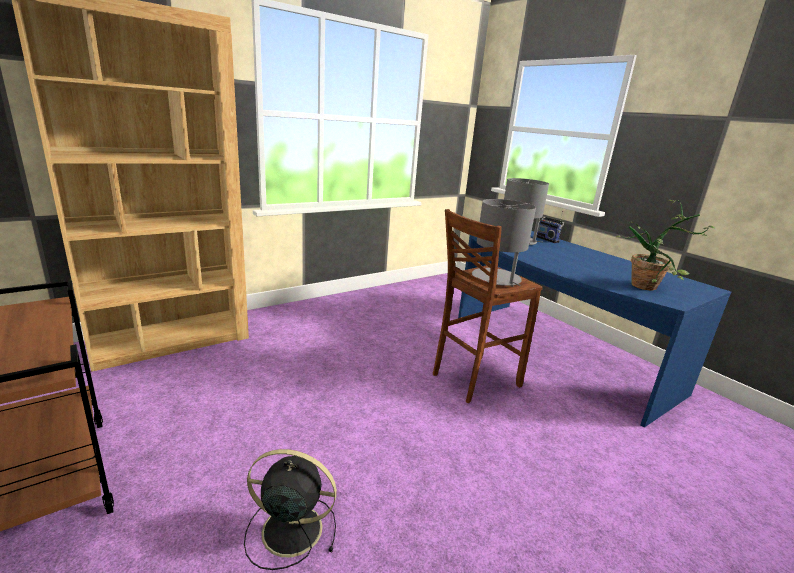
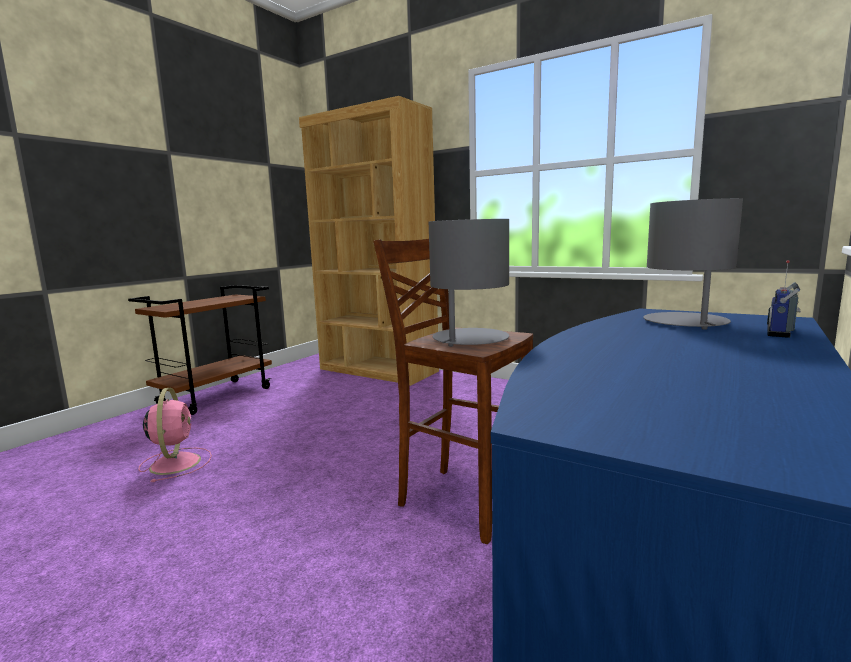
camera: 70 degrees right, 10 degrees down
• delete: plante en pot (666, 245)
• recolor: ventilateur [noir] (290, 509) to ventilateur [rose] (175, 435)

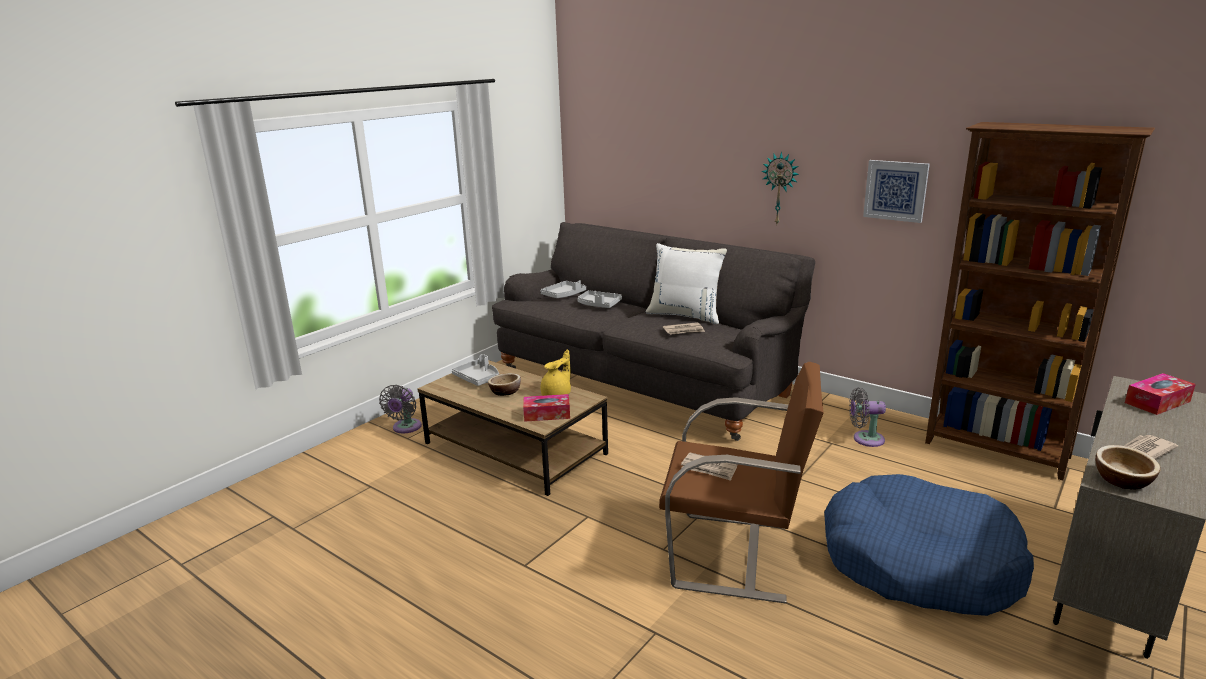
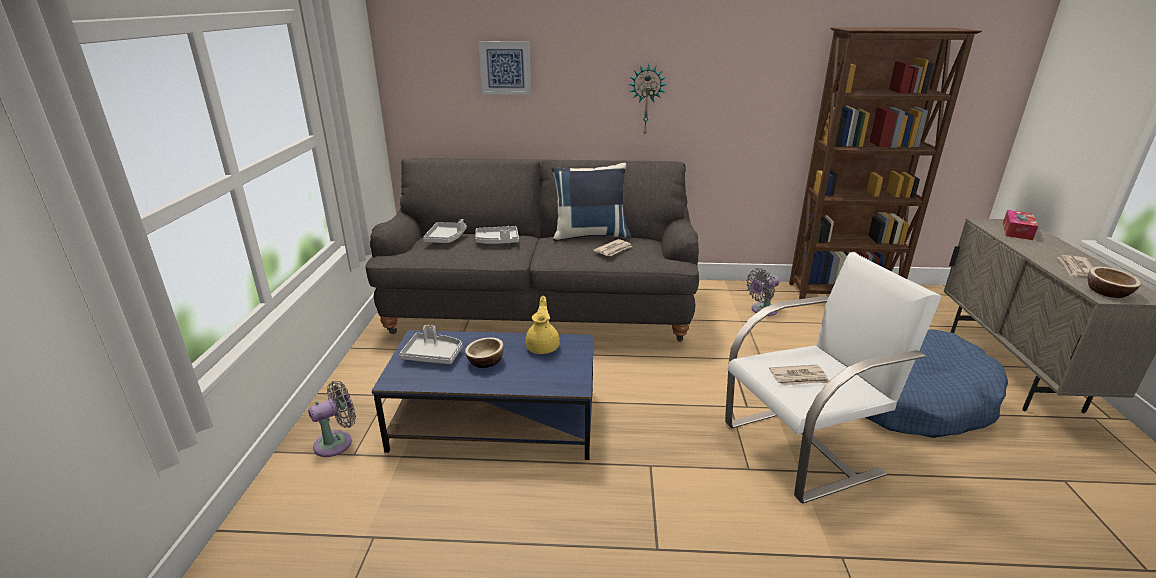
camera: 35 degrees left, 5 degrees up
• delete: boîte à mouchoirs (546, 408)
• move: tableau (896, 191) to (504, 68)
• recolor: table basse [marron] (512, 428) to table basse [bleu] (483, 395)
• recolor: coussin [blanc] (686, 283) to coussin [bleu] (591, 202)
• recolor: fauteuil [marron] (741, 482) to fauteuil [blanc] (833, 377)
• rotate: ventilateur [gris] (400, 409) = (332, 419) 105 degrees counterclockwise

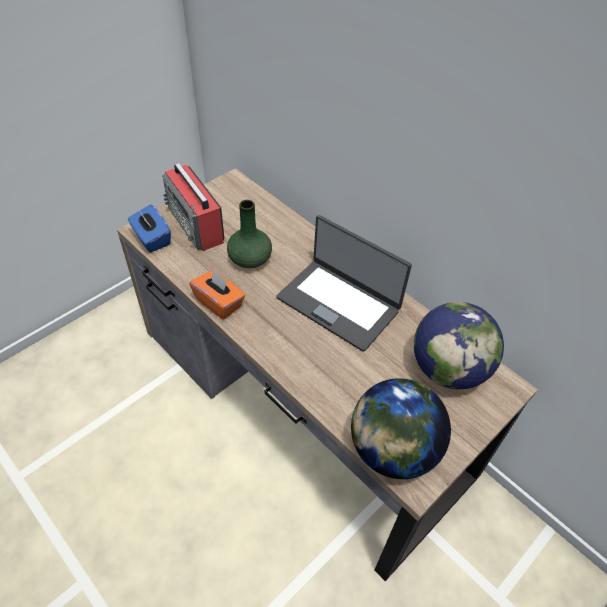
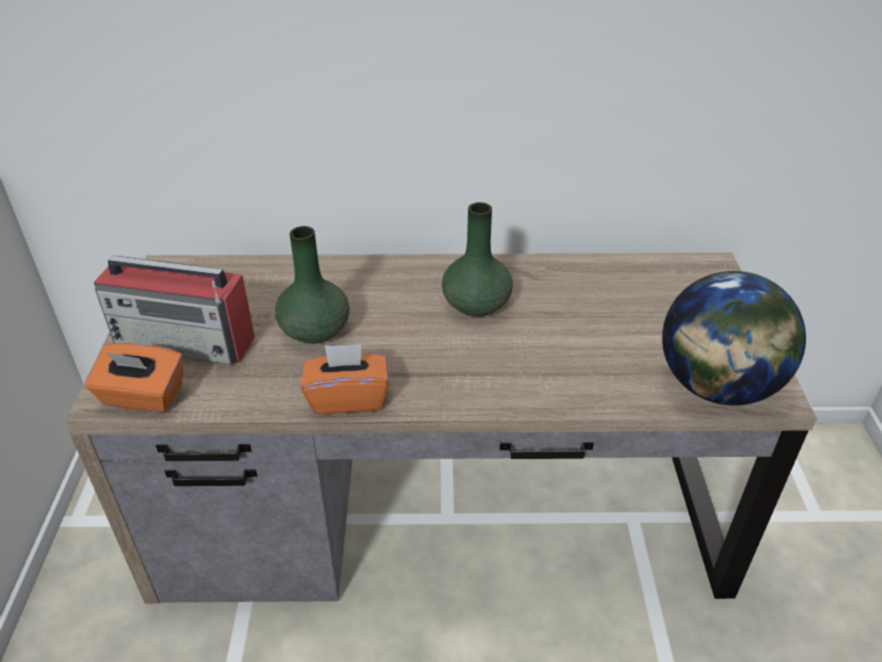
camera: 45 degrees left, 10 degrees down
• delete: globe (459, 345)
• replace: ordinateur portable (344, 283) to vase [vert] (477, 259)
• recolor: boîte à mouchoirs [bleu] (149, 229) to boîte à mouchoirs [orange] (134, 378)

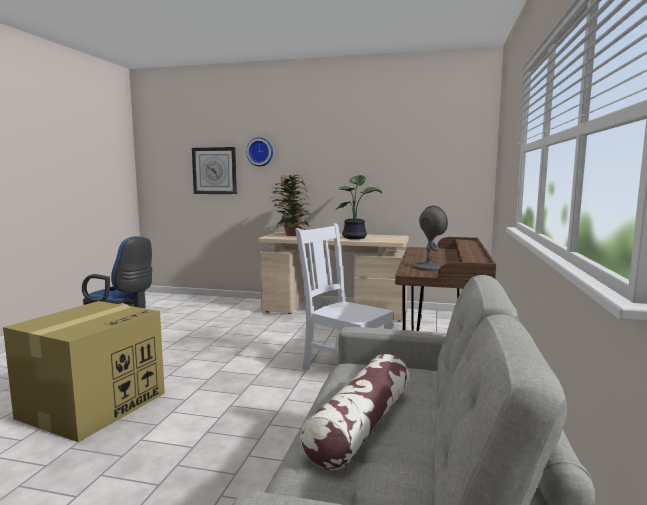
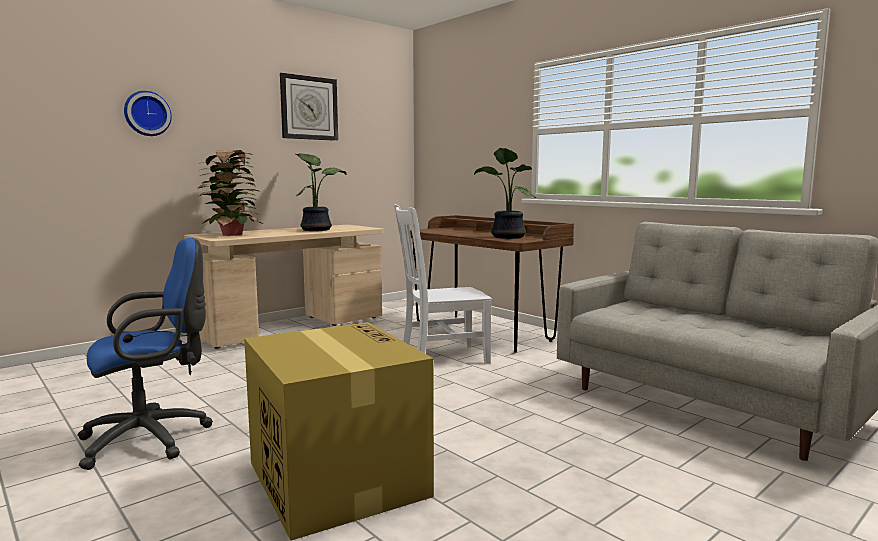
camera: 55 degrees left, 0 degrees up
• delete: coussin (354, 412)
• move: horloge murale (214, 170) to (309, 107)
• replace: lampe de table [gris] (430, 238) to plante en pot (505, 193)

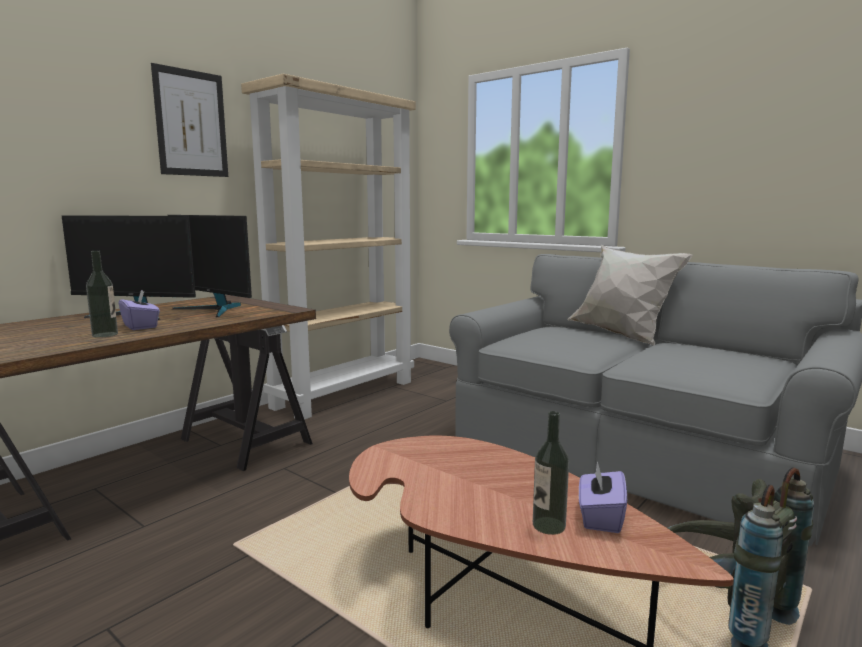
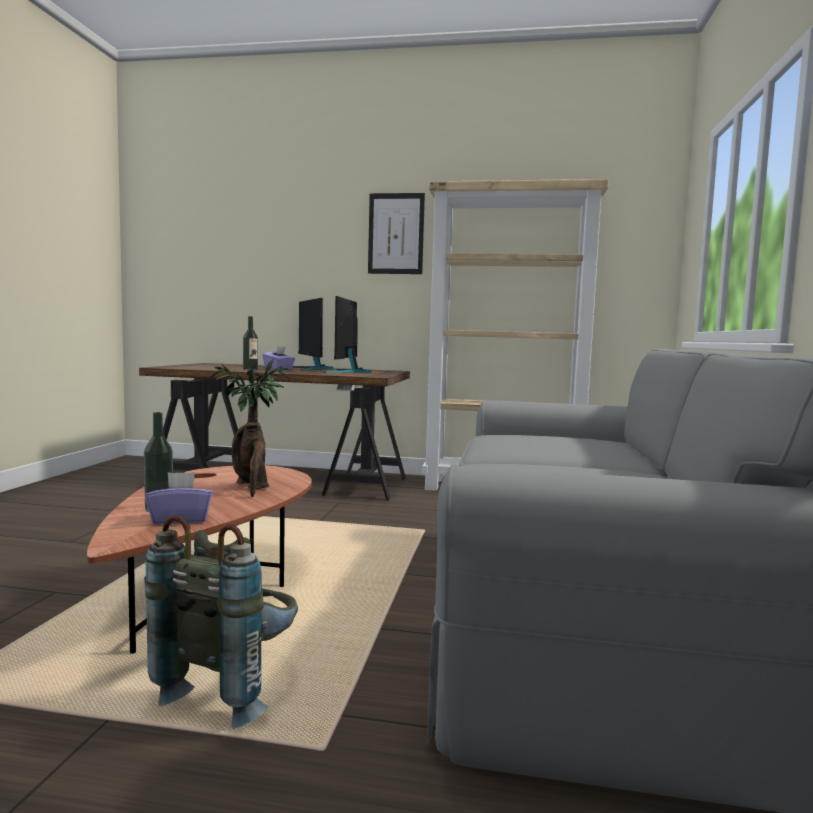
camera: 60 degrees right, 5 degrees down
• delete: coussin [blanc] (630, 294)
• insert: plante en pot (248, 427)

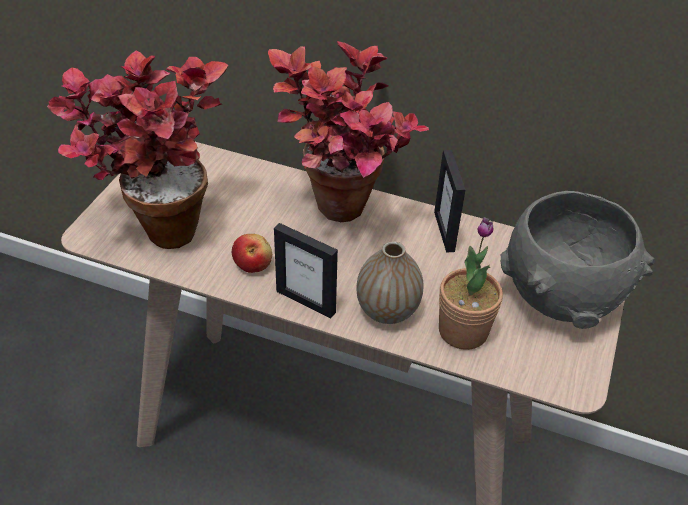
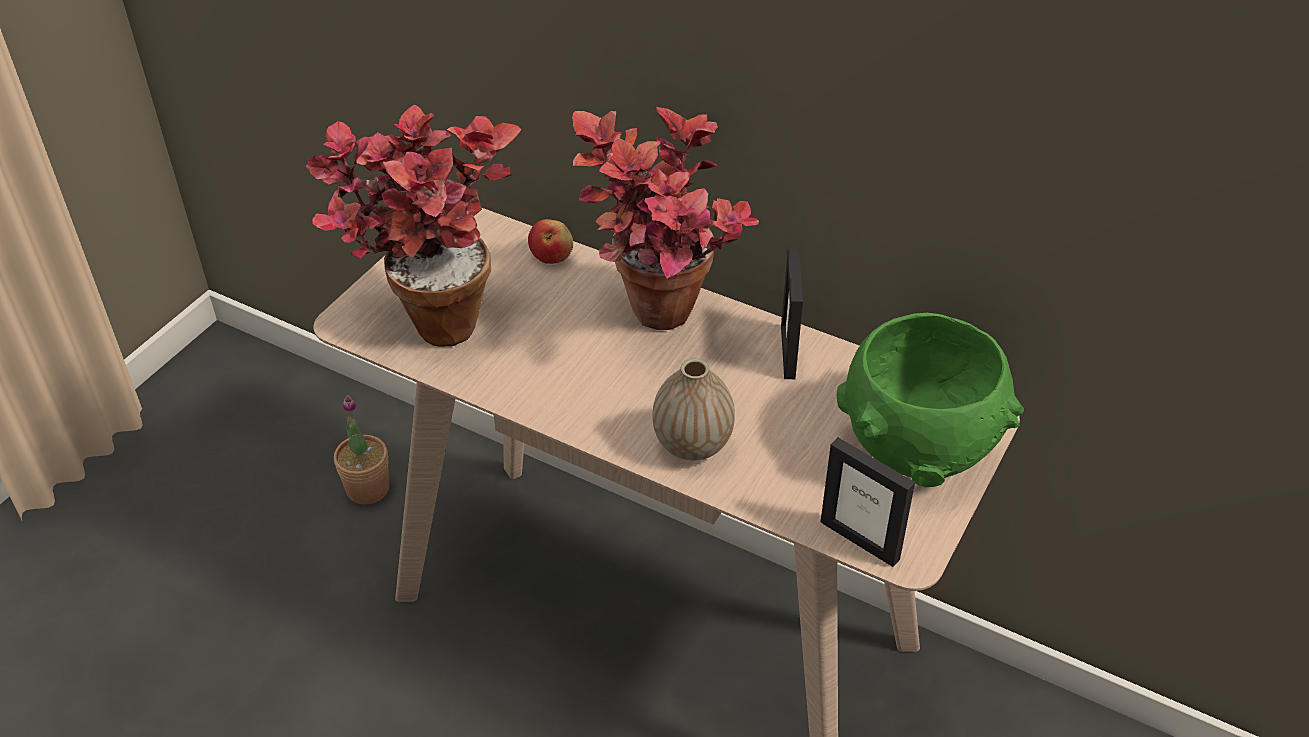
camera: 10 degrees right, 0 degrees up
• move: pomme (252, 253) to (550, 241)
• move: cadre photo (306, 270) to (867, 502)
• move: plante en pot (471, 283) to (362, 450)
• recolor: bol [gris] (578, 260) to bol [vert] (930, 400)

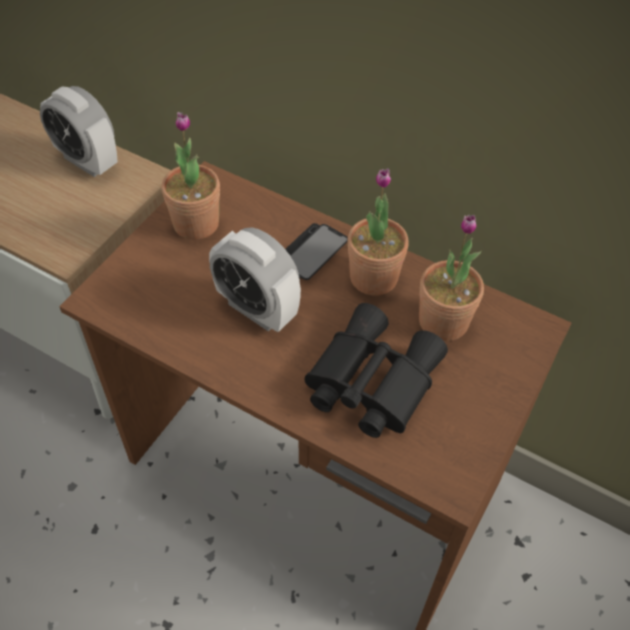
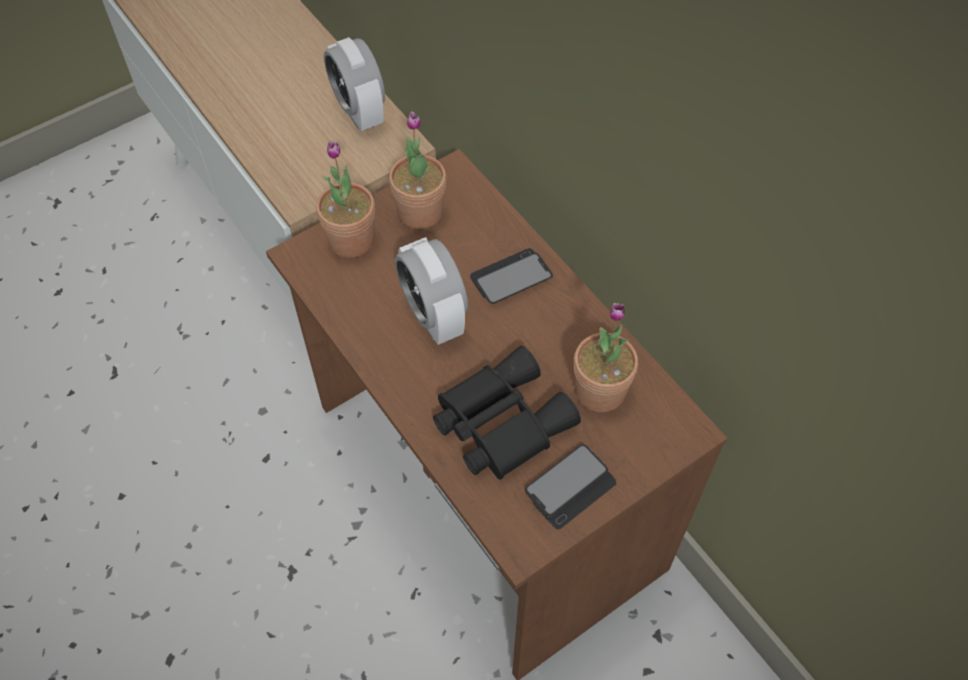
camera: 25 degrees right, 5 degrees up
• insert: téléphone (570, 487)
• move: plante en pot (378, 232) to (345, 199)

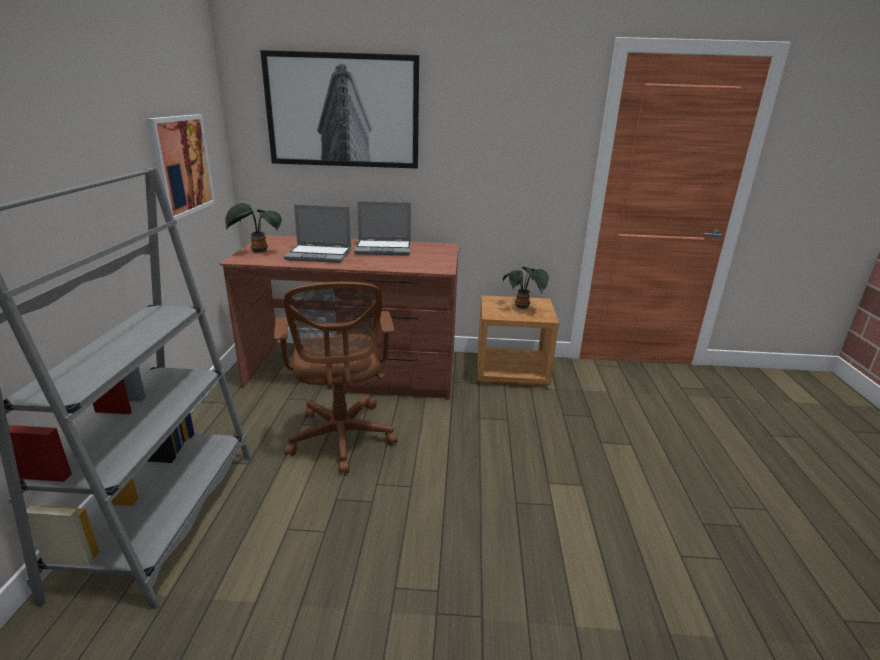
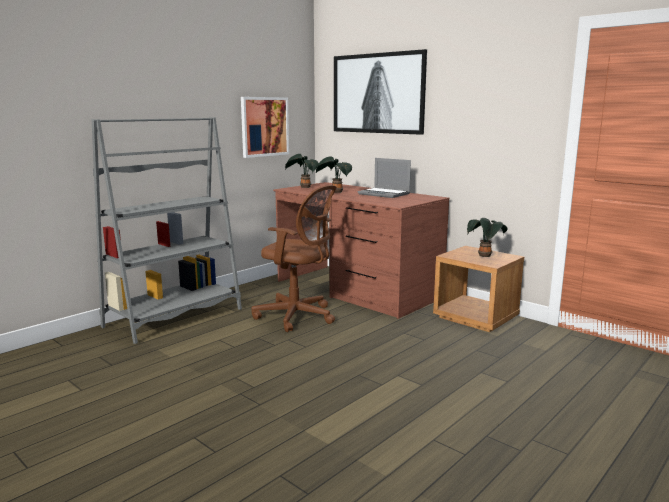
camera: 40 degrees right, 10 degrees down
• replace: ordinateur portable (317, 234) to plante en pot (333, 174)
• rotate: chaise de bureau [marron] (336, 378) = (294, 258) 90 degrees counterclockwise

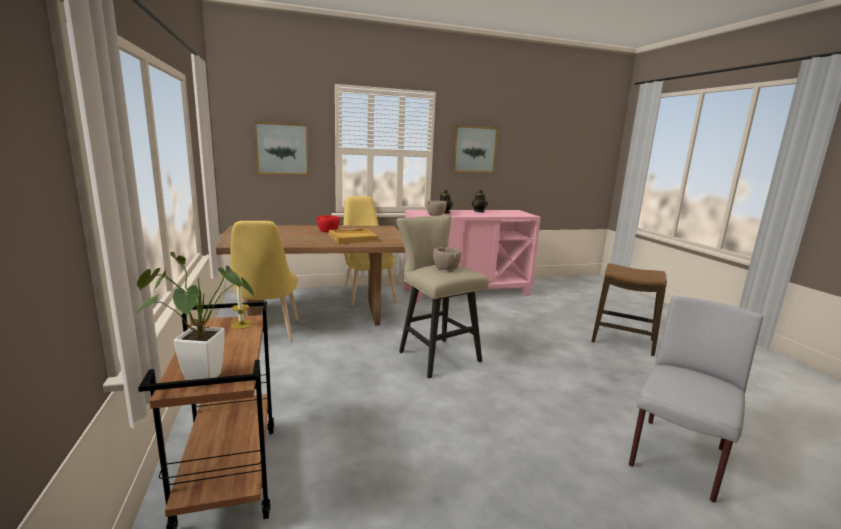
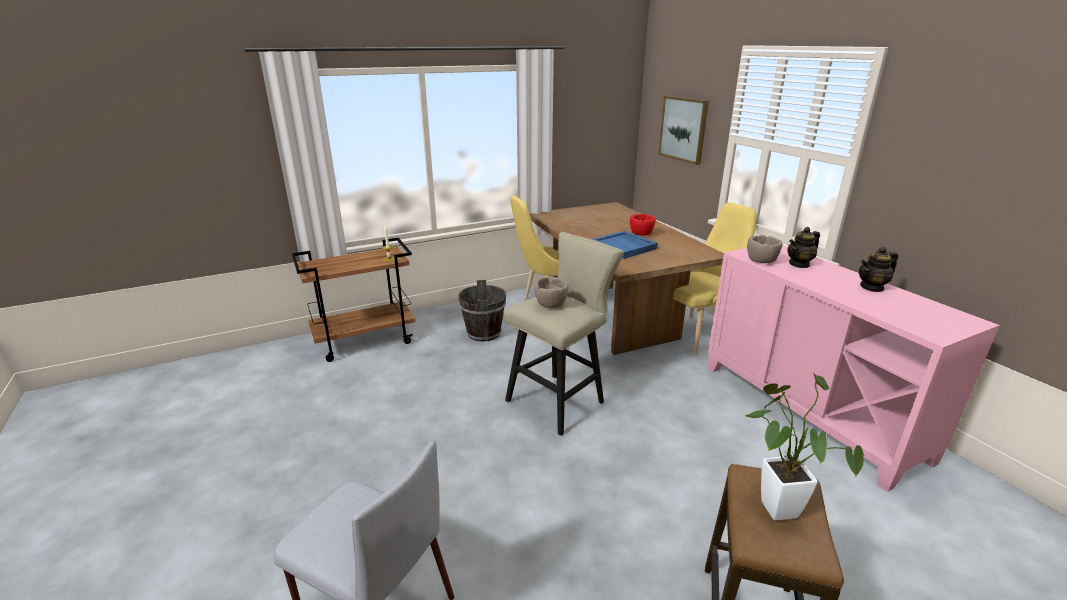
camera: 80 degrees right, 10 degrees up
• delete: tableau (475, 149)
• insert: seau [marron] (482, 311)
• move: plante en pot (194, 316) to (804, 447)
• recolor: plateau [beige] (353, 236) to plateau [bleu] (625, 245)

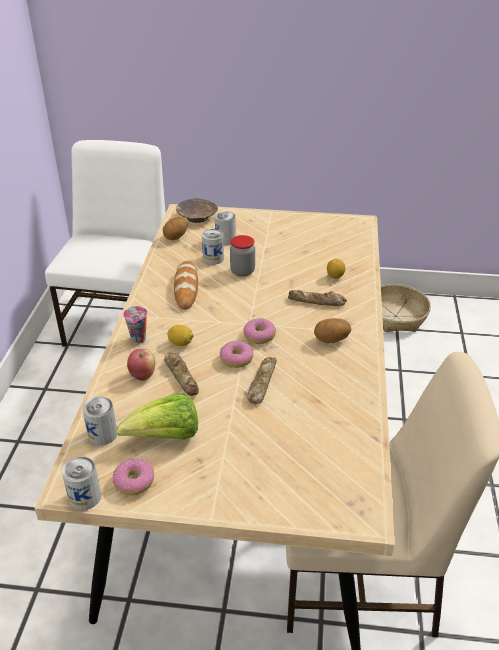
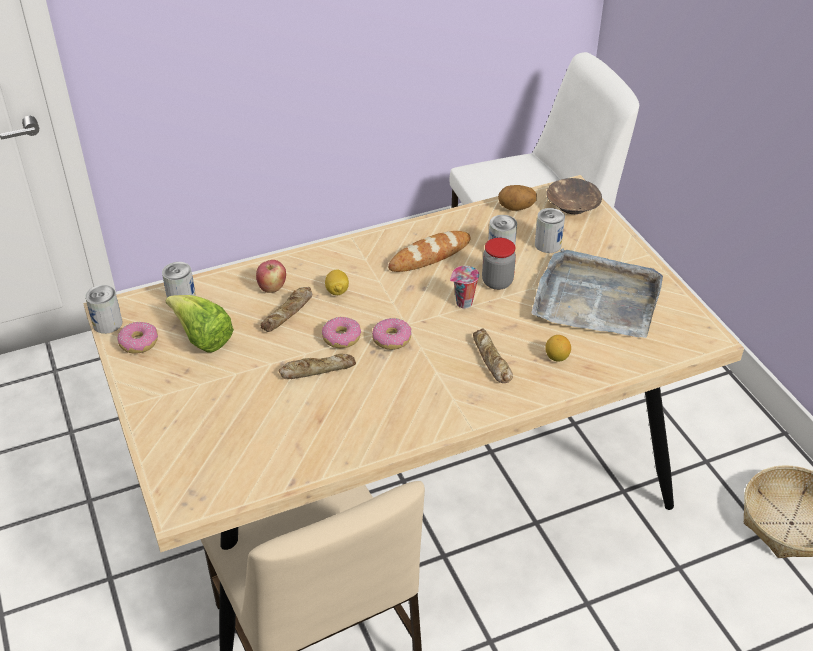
camera: 60 degrees right, 5 degrees up
• delete: pomme de terre (332, 330)
• insert: plateau [gris] (597, 293)
• move: tasse (135, 325) to (464, 287)

